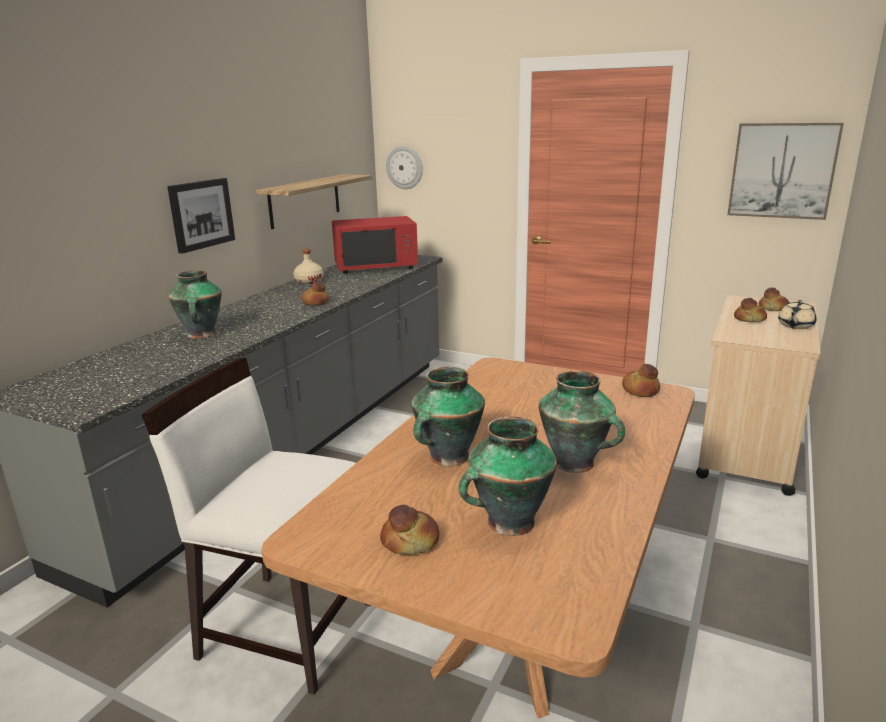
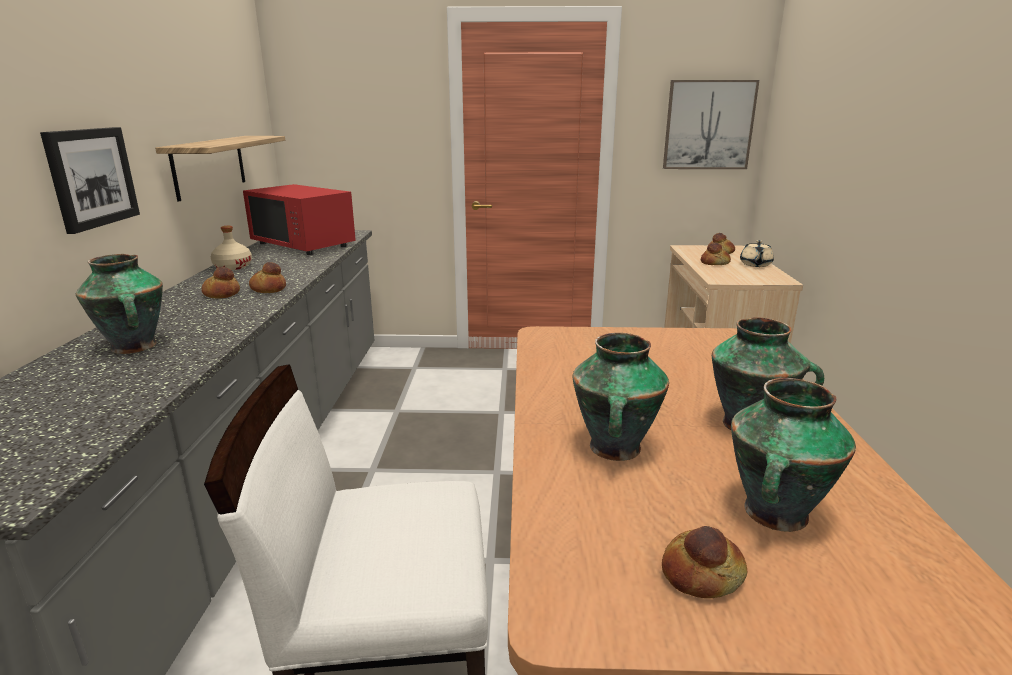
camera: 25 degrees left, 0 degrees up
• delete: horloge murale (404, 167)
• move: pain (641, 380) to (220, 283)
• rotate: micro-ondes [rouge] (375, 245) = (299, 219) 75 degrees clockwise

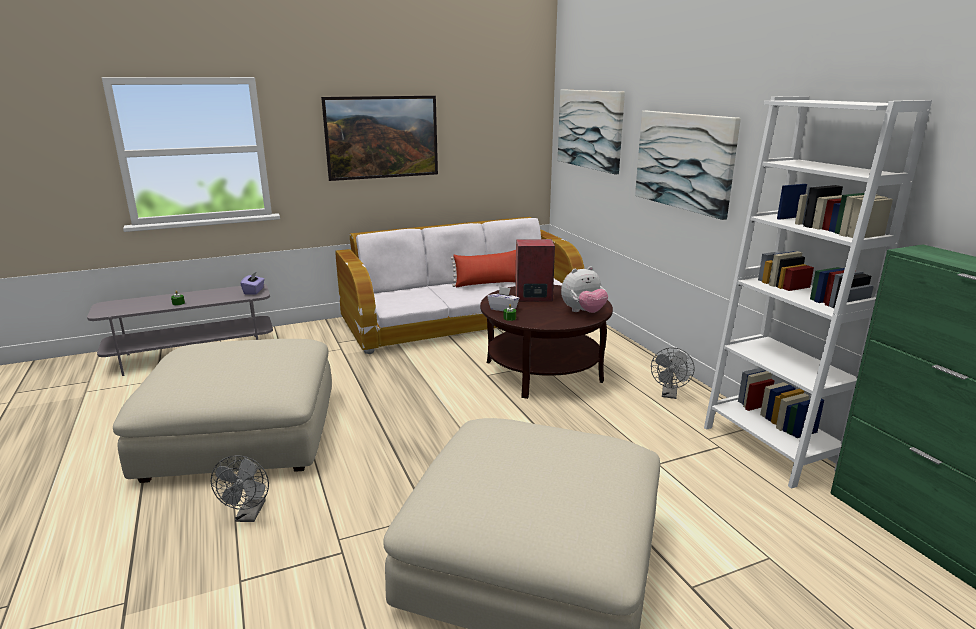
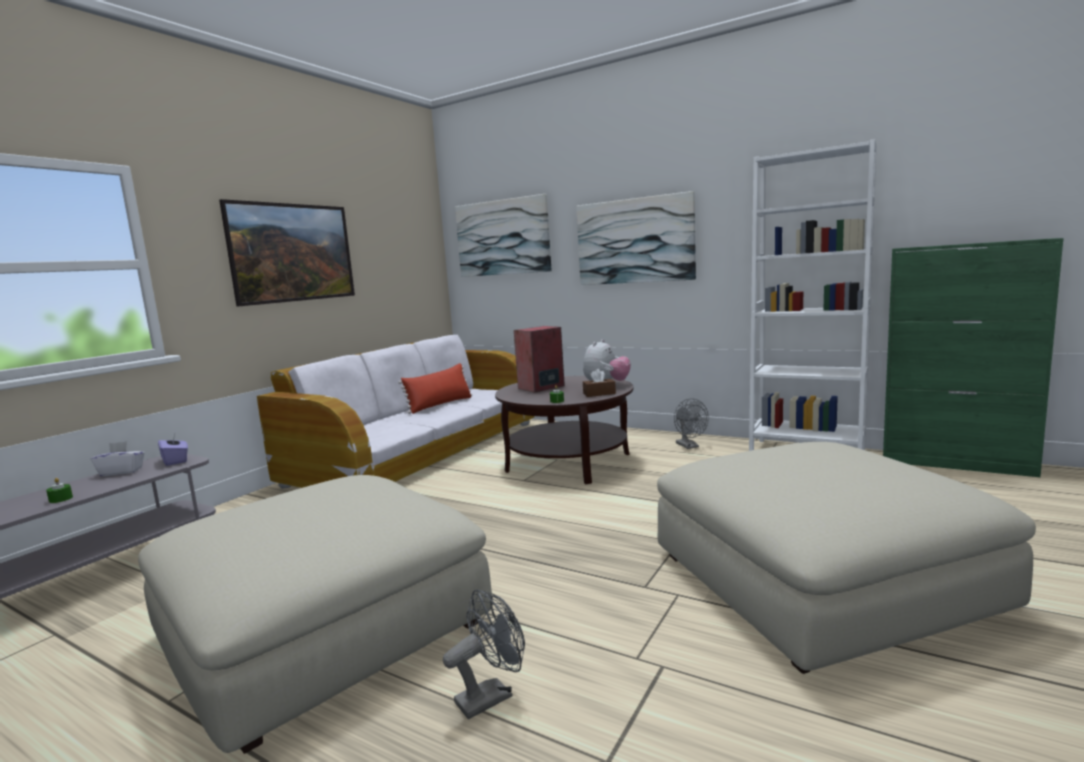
camera: 35 degrees left, 10 degrees down
• insert: boîte à mouchoirs [marron] (599, 383)
• move: boîte à mouchoirs [blanc] (503, 299) to (118, 458)
• rotate: ventilateur [gris] (240, 488) = (484, 654) 90 degrees counterclockwise

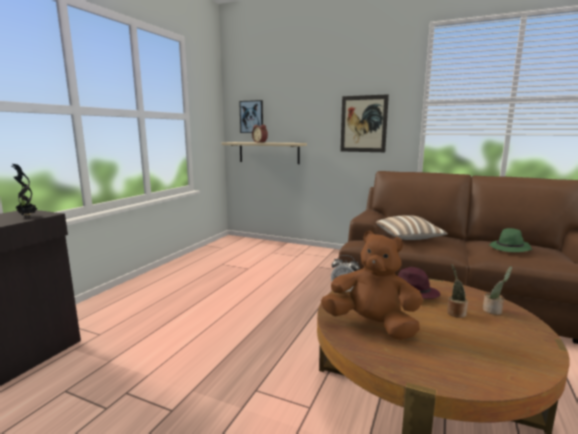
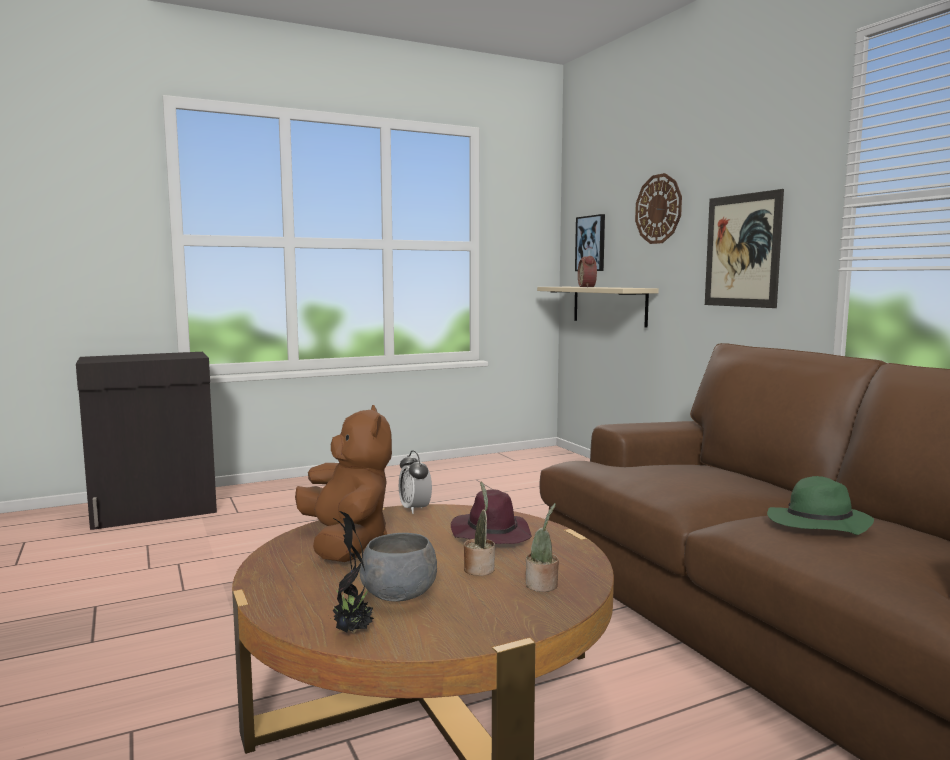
camera: 40 degrees right, 5 degrees down
• delete: coussin (412, 227)
• insert: bol [gris] (398, 567)
• insert: horloge murale (658, 208)
• move: plante en pot (24, 190) to (351, 571)

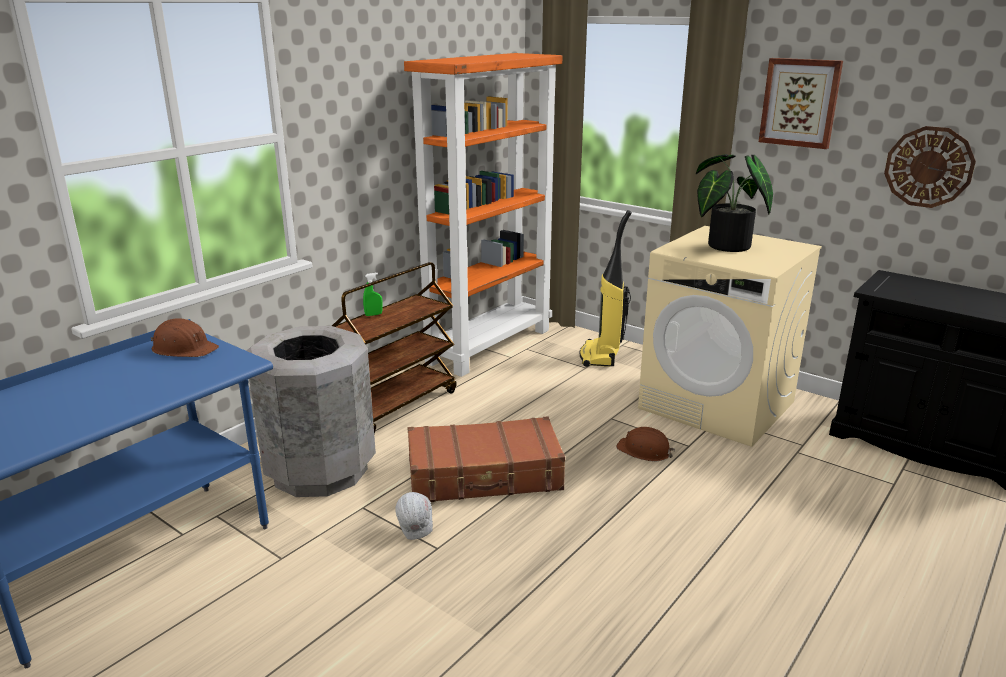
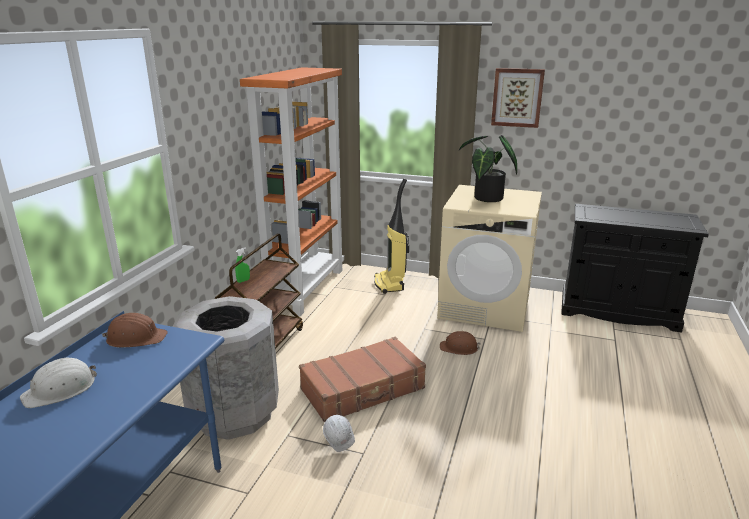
camera: 20 degrees left, 0 degrees up
• delete: horloge murale (930, 167)
• insert: casque de chantier [blanc] (58, 383)

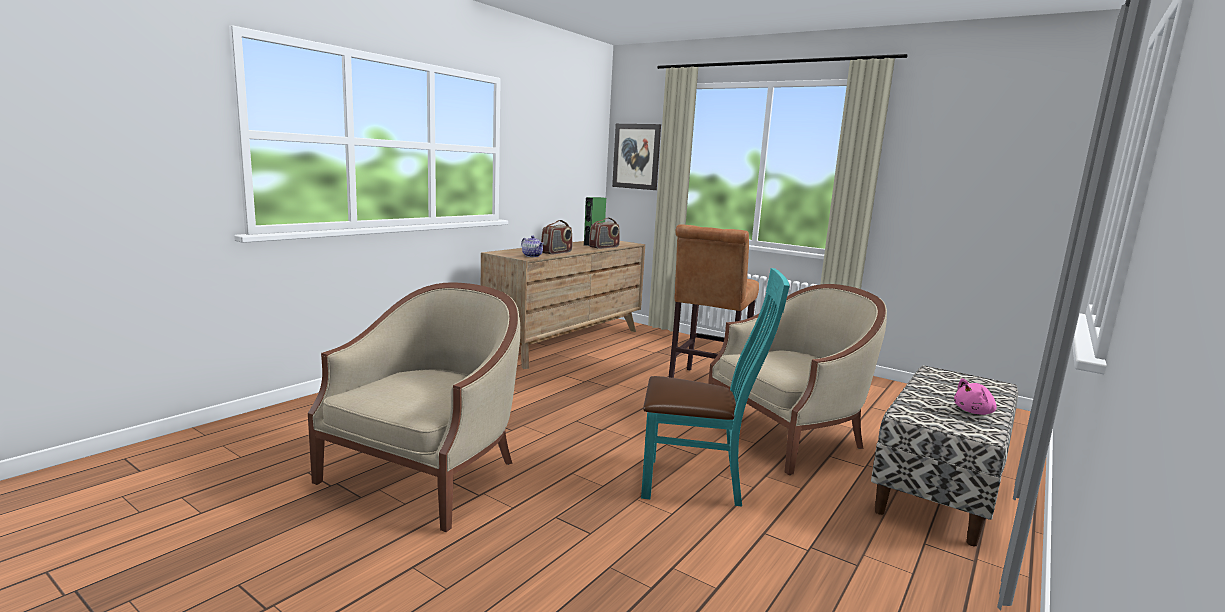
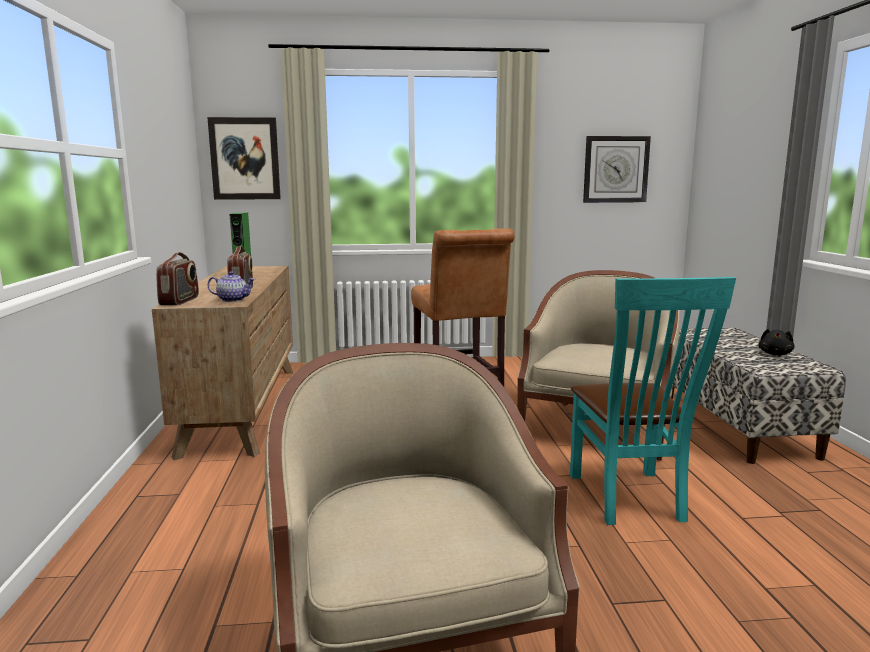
camera: 40 degrees left, 0 degrees up
• insert: horloge murale (617, 169)
• move: radio (604, 233) to (177, 278)
• recolor: peluche [rose] (975, 397) to peluche [noir] (776, 342)
• rotate: chaise [turquoise] (715, 387) = (653, 401) 120 degrees clockwise

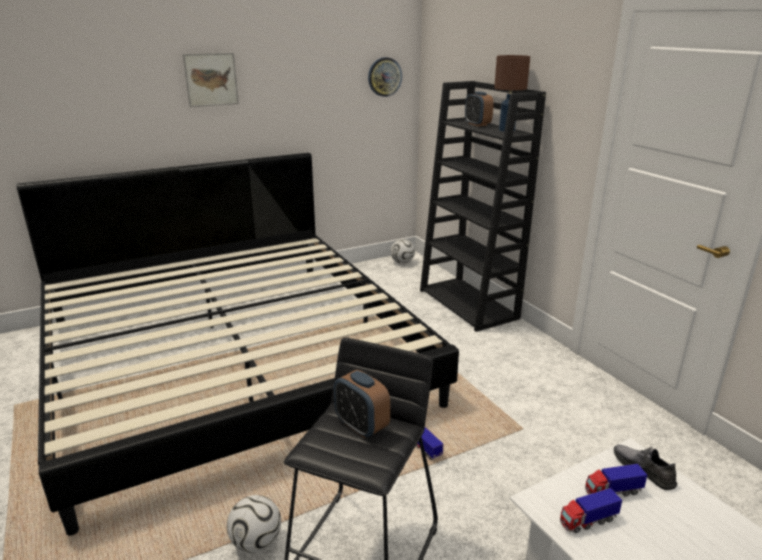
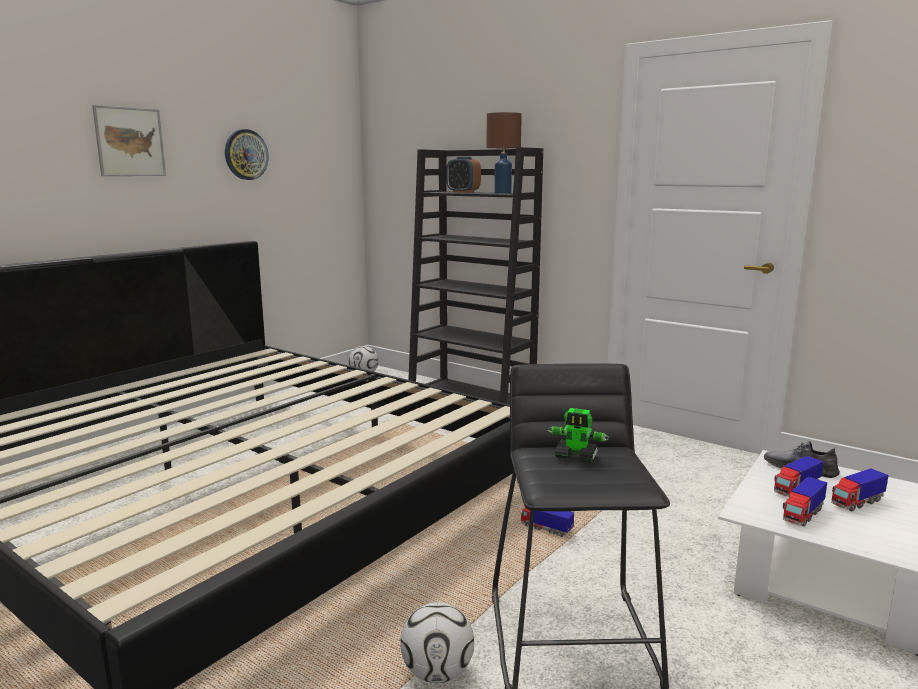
camera: 25 degrees left, 10 degrees down
• insert: camion jouet (860, 489)
• move: horloge murale (385, 77) to (247, 154)
• replace: réveil (362, 404) to robot jouet (578, 435)

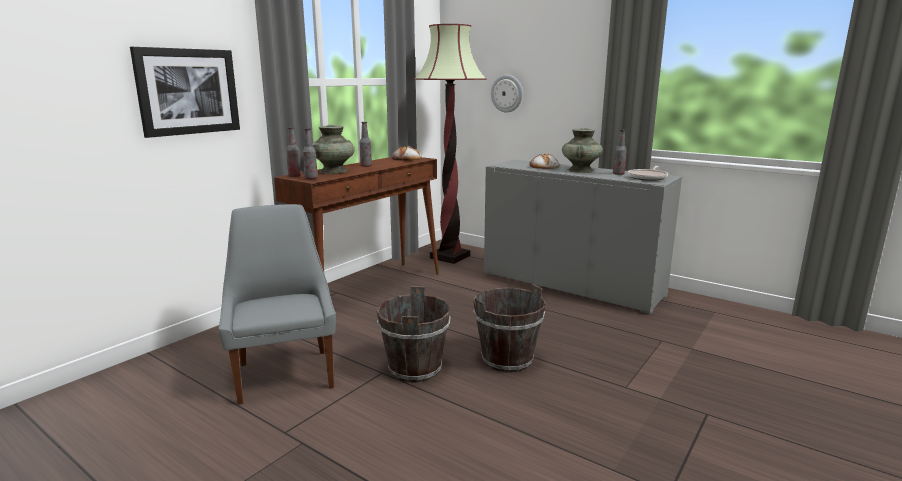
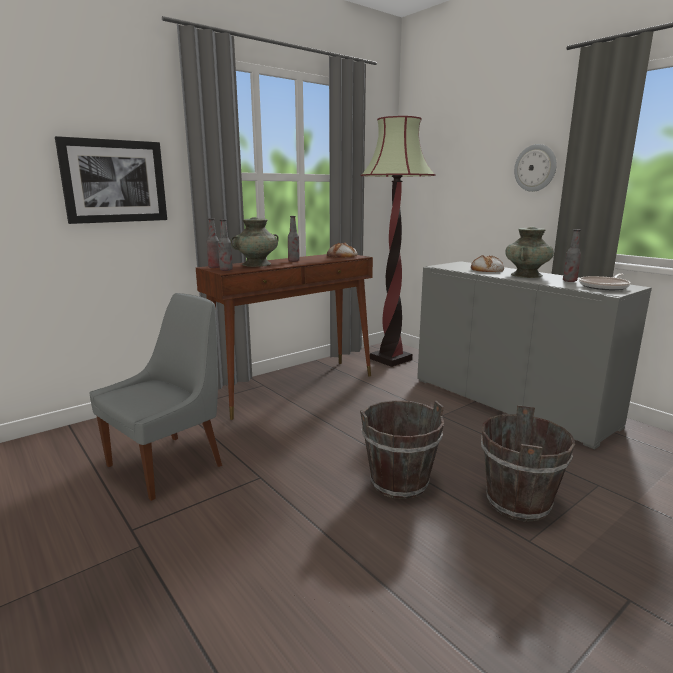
camera: 15 degrees right, 0 degrees up
• move: seau [marron] (414, 335) to (528, 463)
• move: horloge murale (507, 94) to (535, 168)
• rotate: chaise [gris] (277, 304) = (155, 397) 45 degrees clockwise

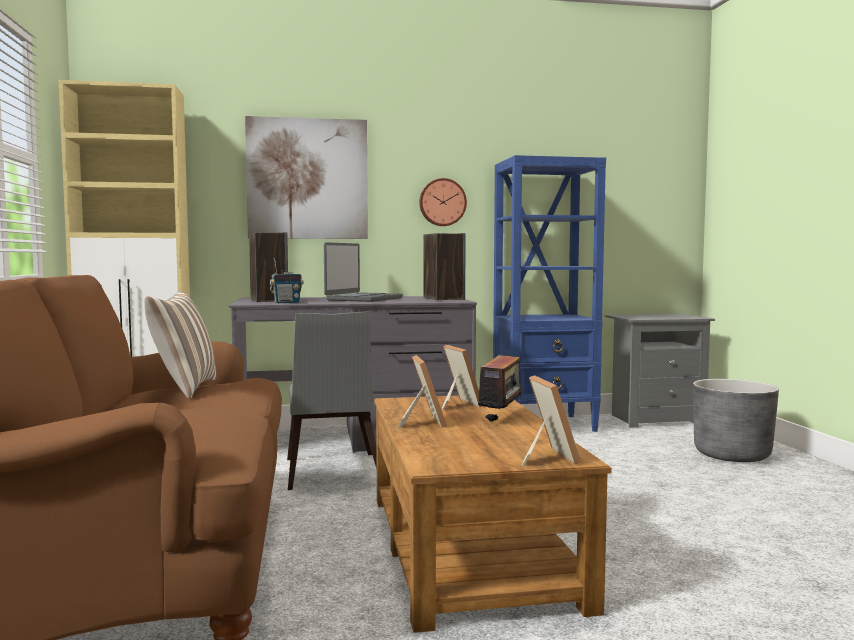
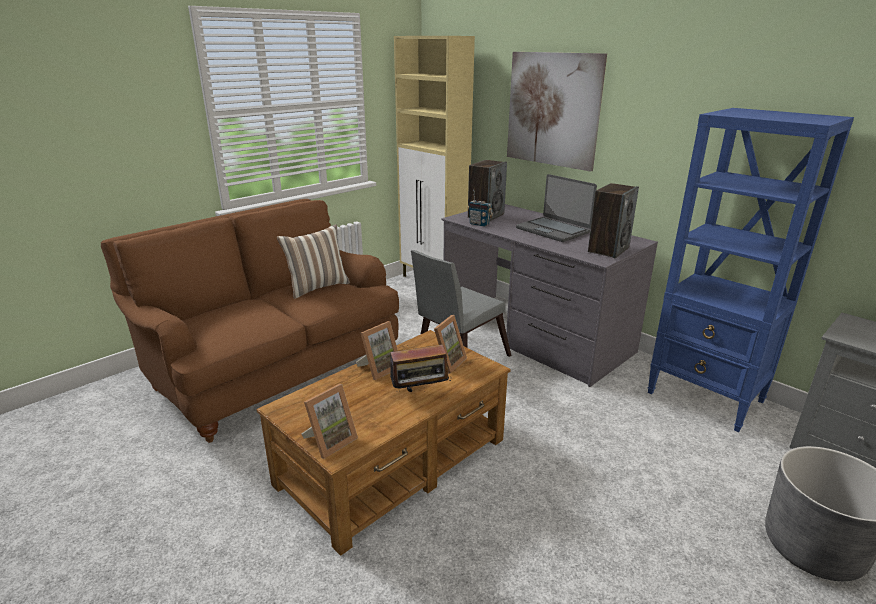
camera: 55 degrees right, 20 degrees up
• delete: horloge murale (443, 202)
• rotate: ordinateur portable (363, 272) = (556, 208) 60 degrees clockwise

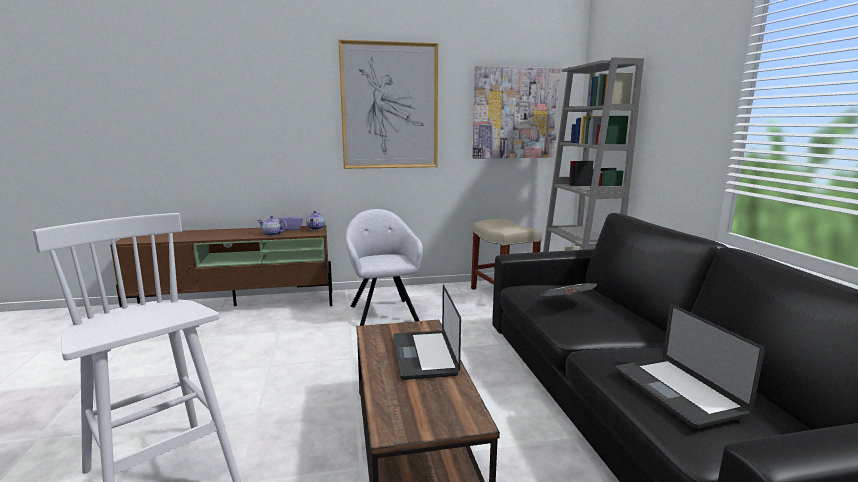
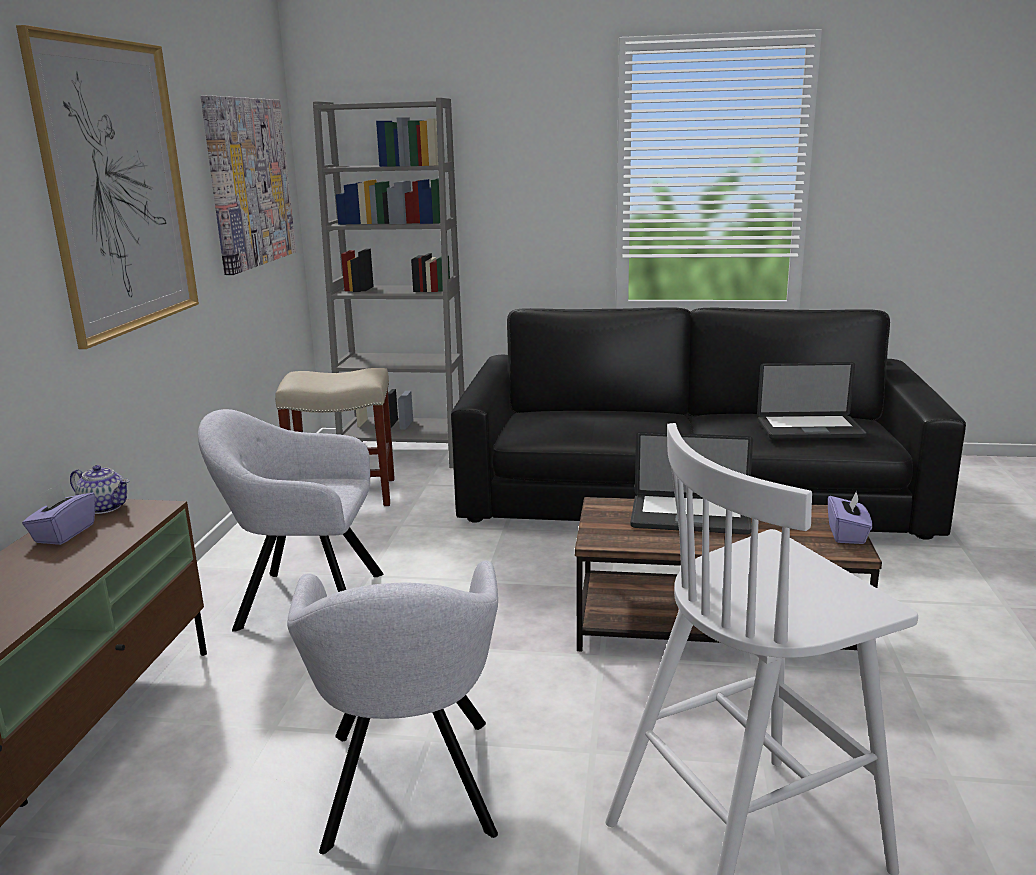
camera: 70 degrees left, 5 degrees up
• delete: théière (272, 226)
• delete: journal (569, 289)
• insert: fauteuil [gris] (392, 707)
• insert: boîte à mouchoirs [violet] (850, 517)

